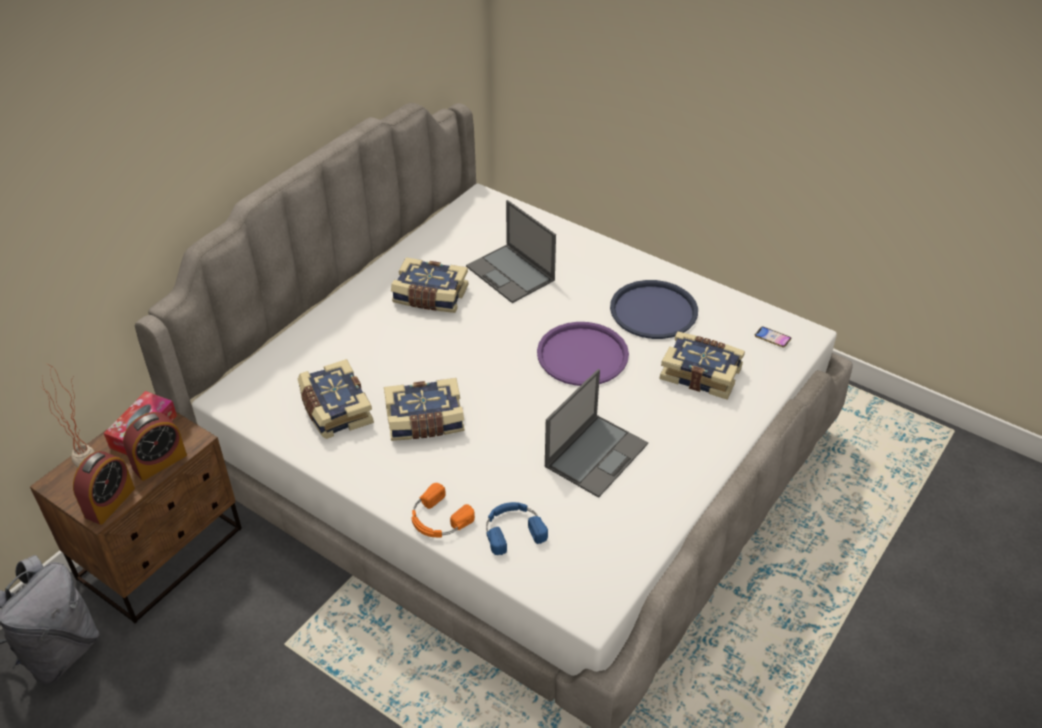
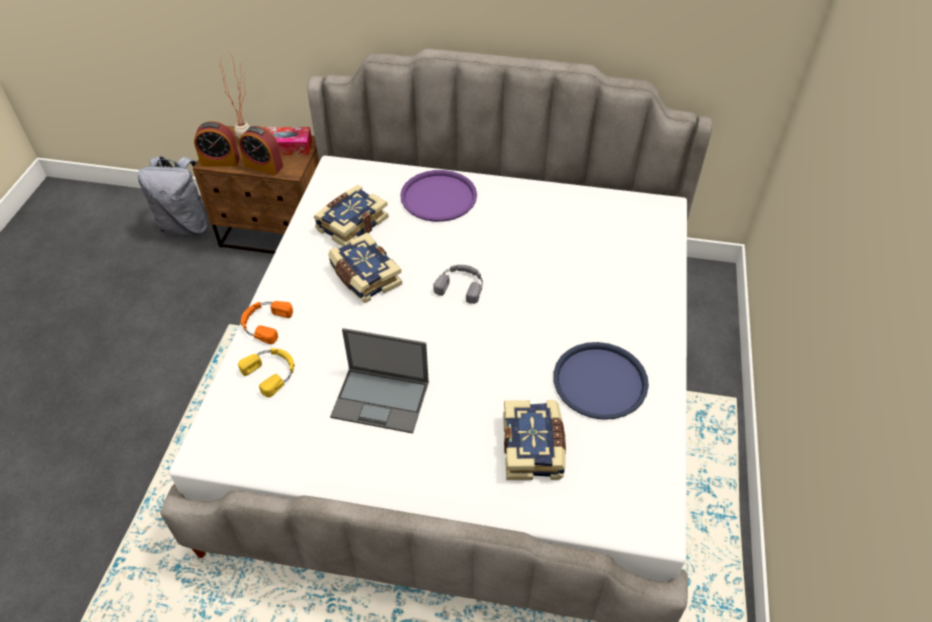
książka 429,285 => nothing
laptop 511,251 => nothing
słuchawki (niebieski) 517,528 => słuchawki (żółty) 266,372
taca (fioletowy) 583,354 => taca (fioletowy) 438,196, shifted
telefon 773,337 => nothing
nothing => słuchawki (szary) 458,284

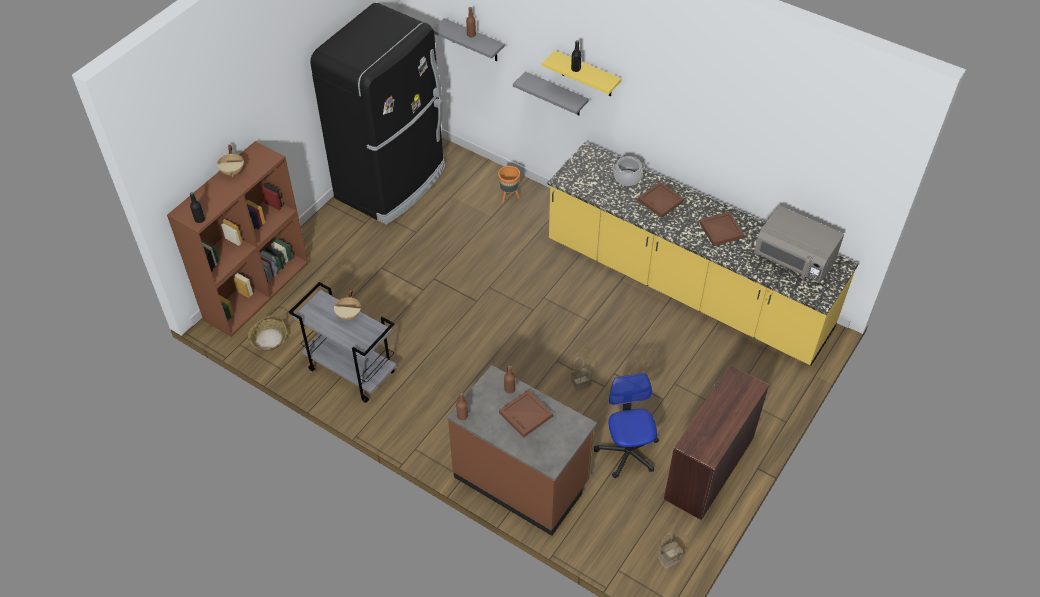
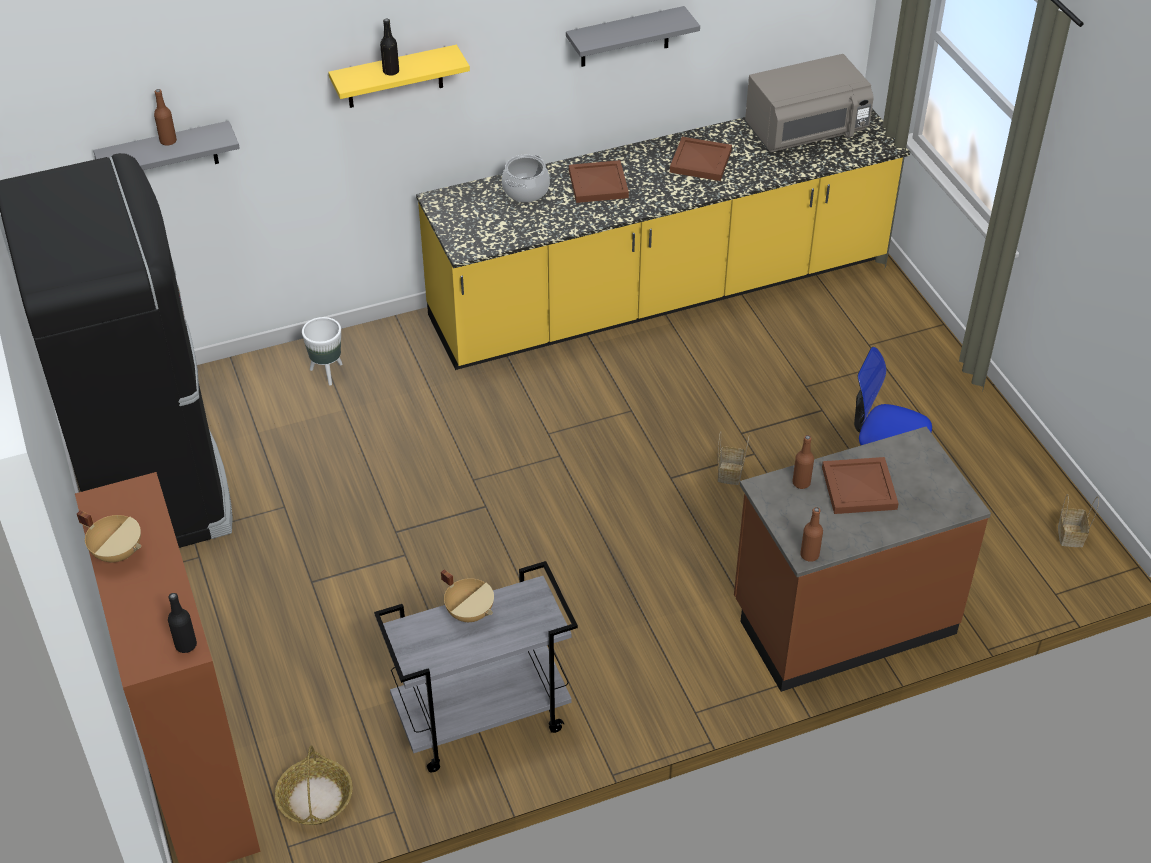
donica (pomarańczowy) 509,184 => donica (biały) 322,351
półka (szary) 551,93 => półka (szary) 633,36, shifted
biurko (brązowy) 716,442 => nothing

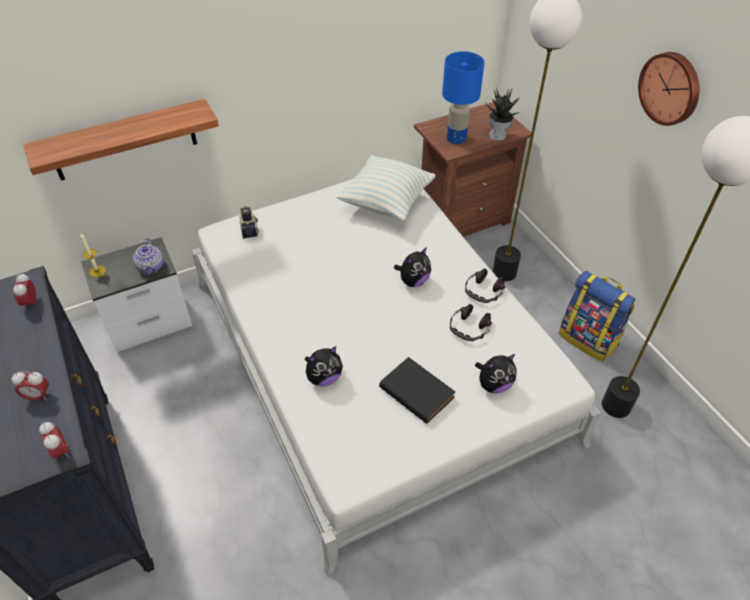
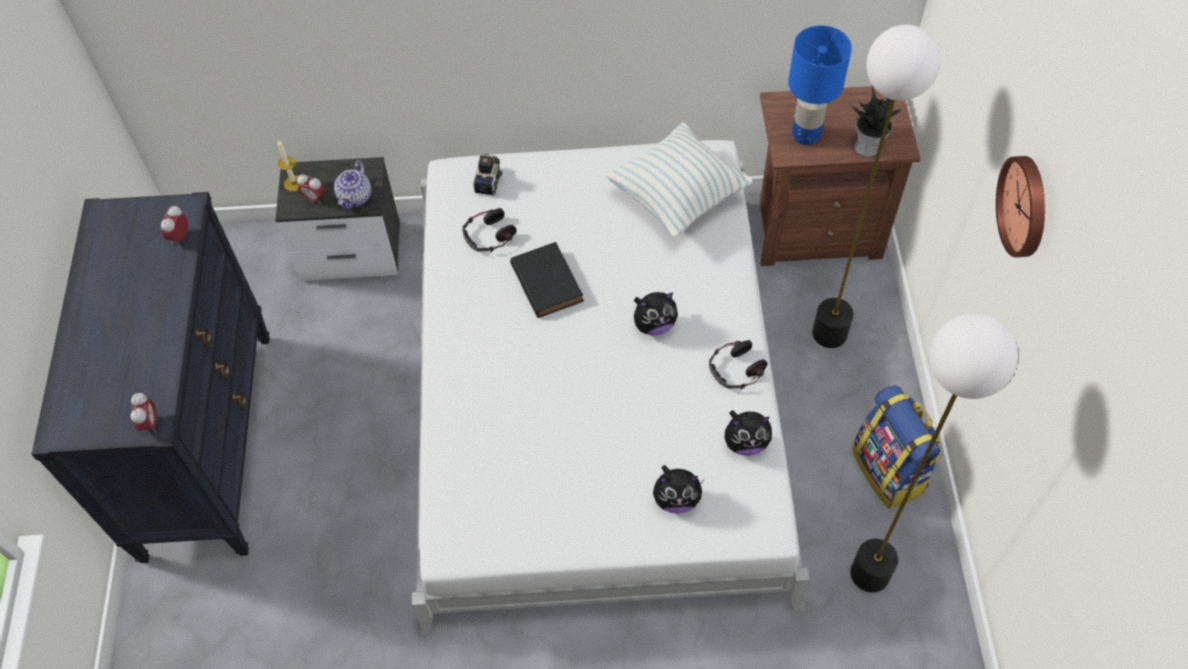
budzik 30,386 => budzik 311,189, shifted
półka 121,140 => nothing
pluszak 324,366 => pluszak 748,433, shifted
książka (czarny) 417,390 => książka (czarny) 547,280, shifted
słuchawki 471,322 => słuchawki 489,230, shifted

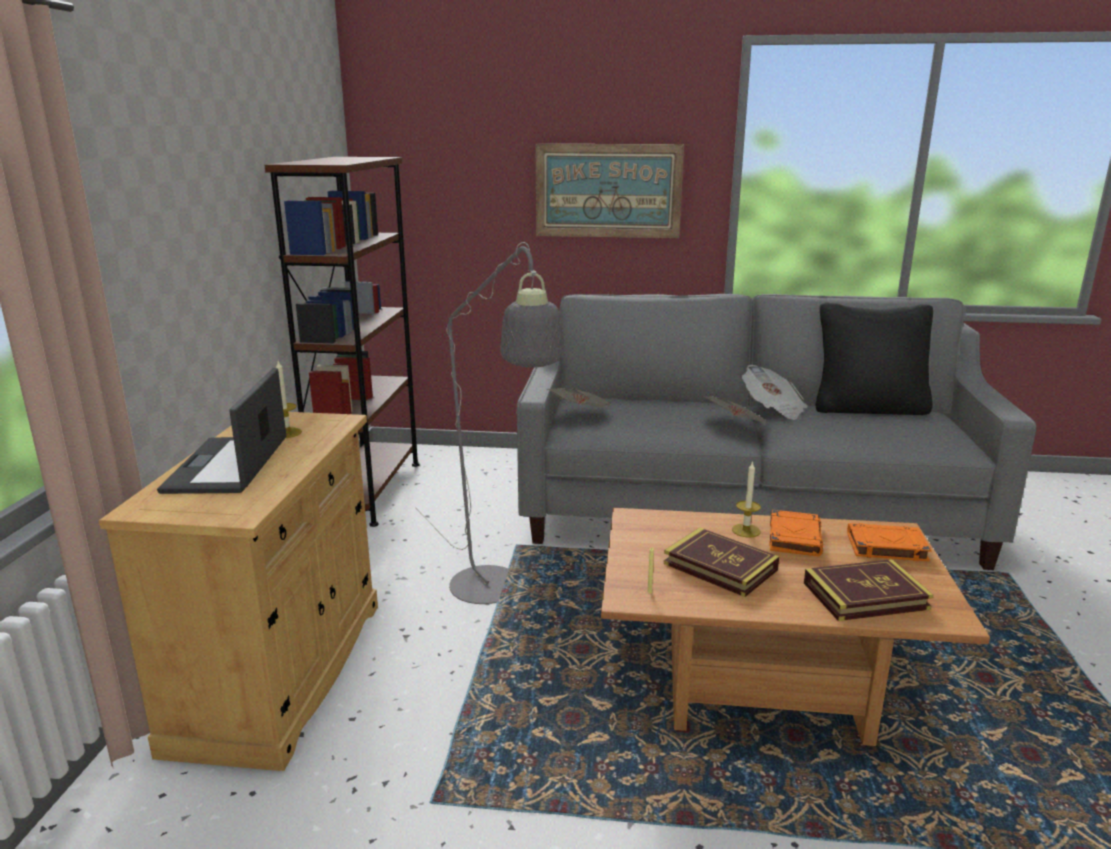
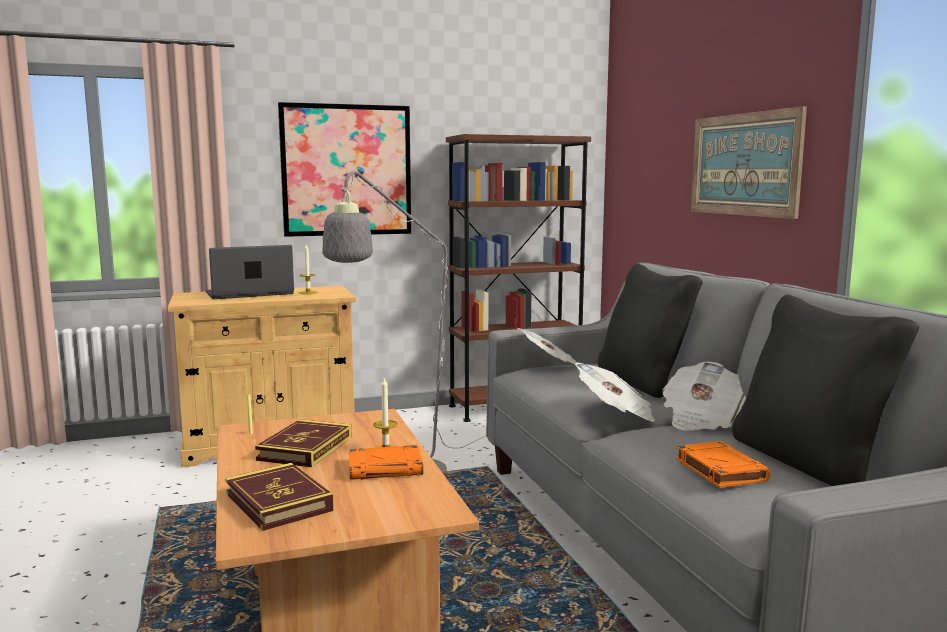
książka (pomarańczowy) 889,542 => książka (pomarańczowy) 723,464, shifted
nothing => obraz 344,169
nothing => poduszka (czarny) 650,330

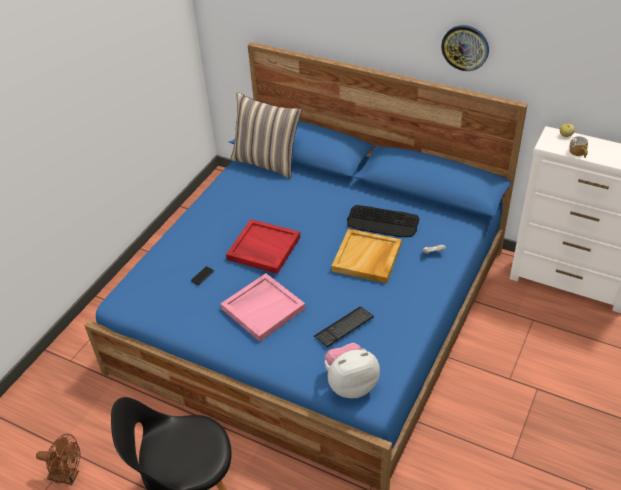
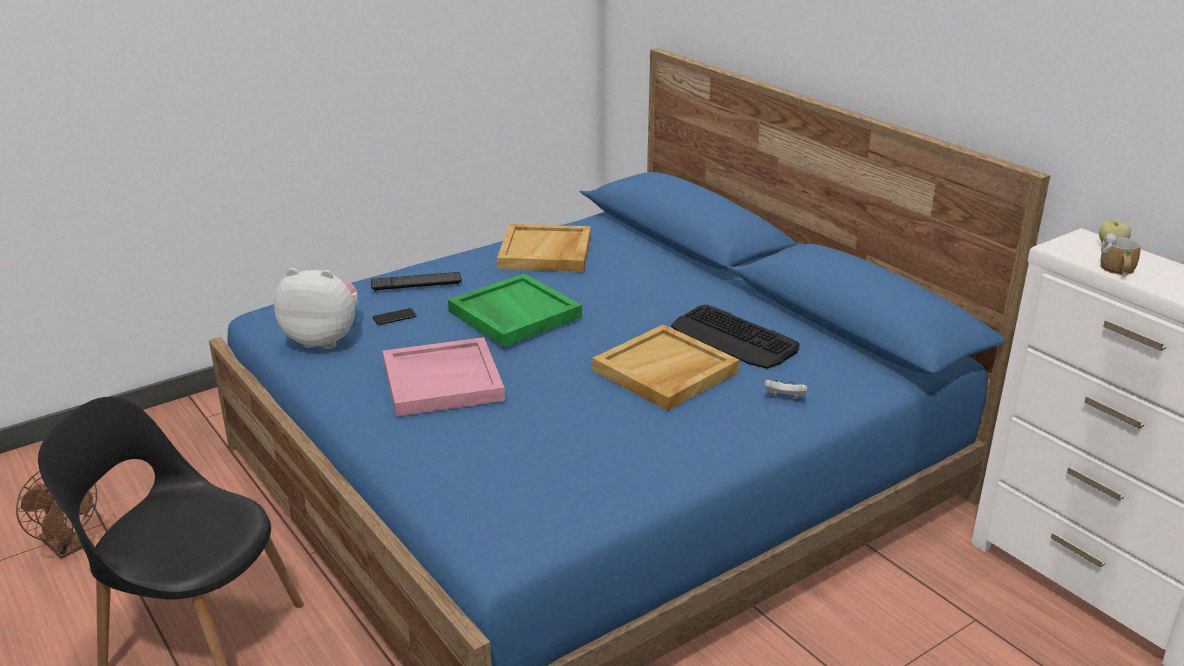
taca (czerwony) 263,246 => taca (zielony) 515,310
poduszka 265,135 => nothing
klawiatura 344,327 => klawiatura 416,282, shifted
pluszak 352,371 => pluszak 316,308, shifted
zegar ścienny 465,48 => nothing
nothing => taca (beżowy) 544,248

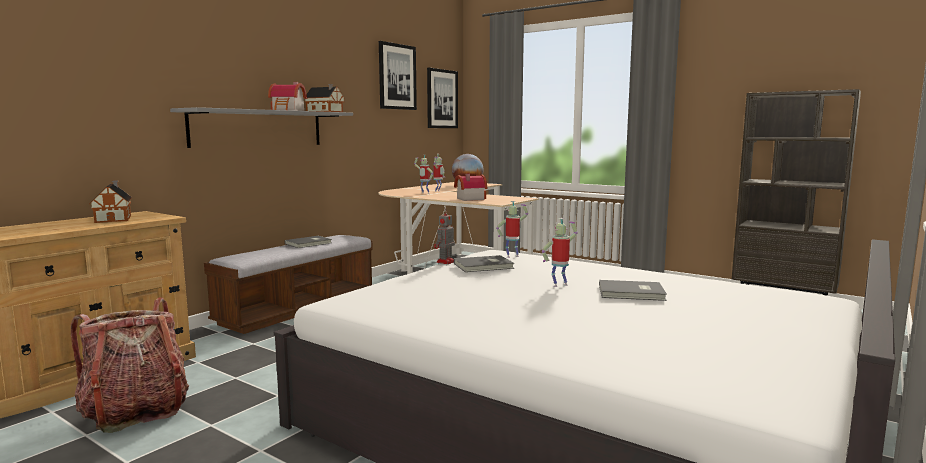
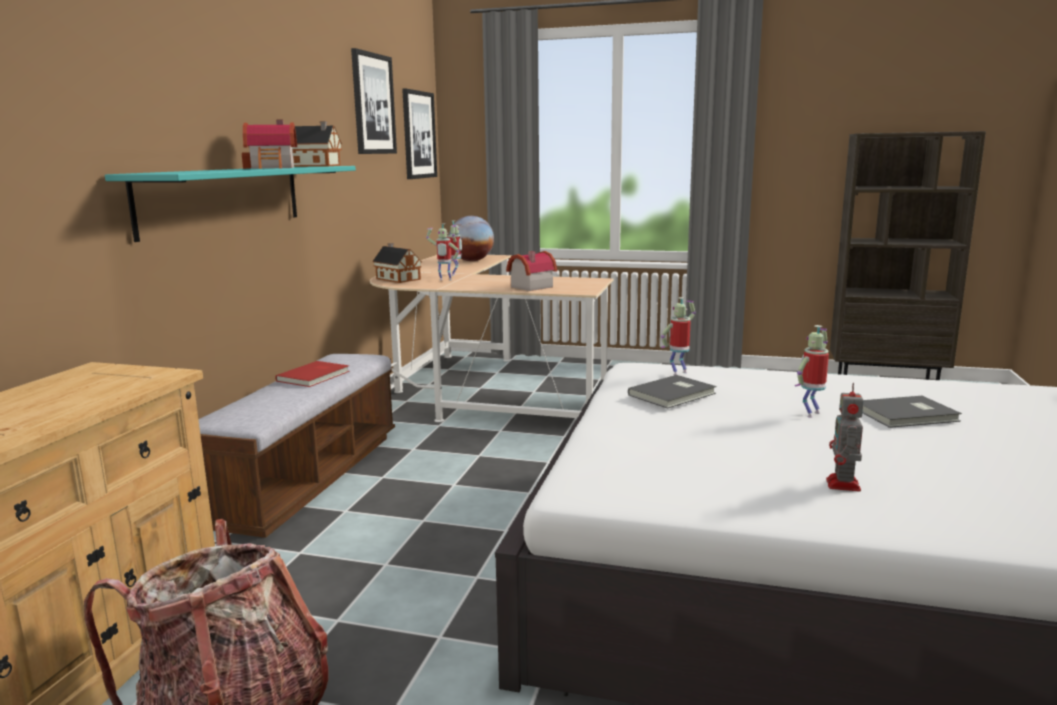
domek 110,201 => domek 397,263, shifted
półka (szary) 261,127 => półka (turkusowy) 230,204
książka (szary) 308,242 => książka (czerwony) 312,374
robot zabawkowy 444,237 => robot zabawkowy 845,437, shifted

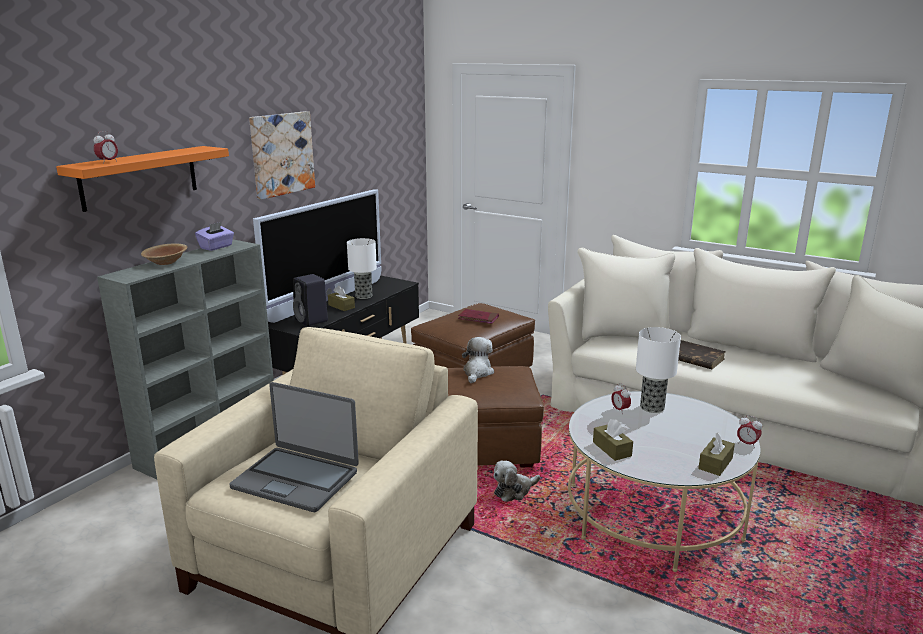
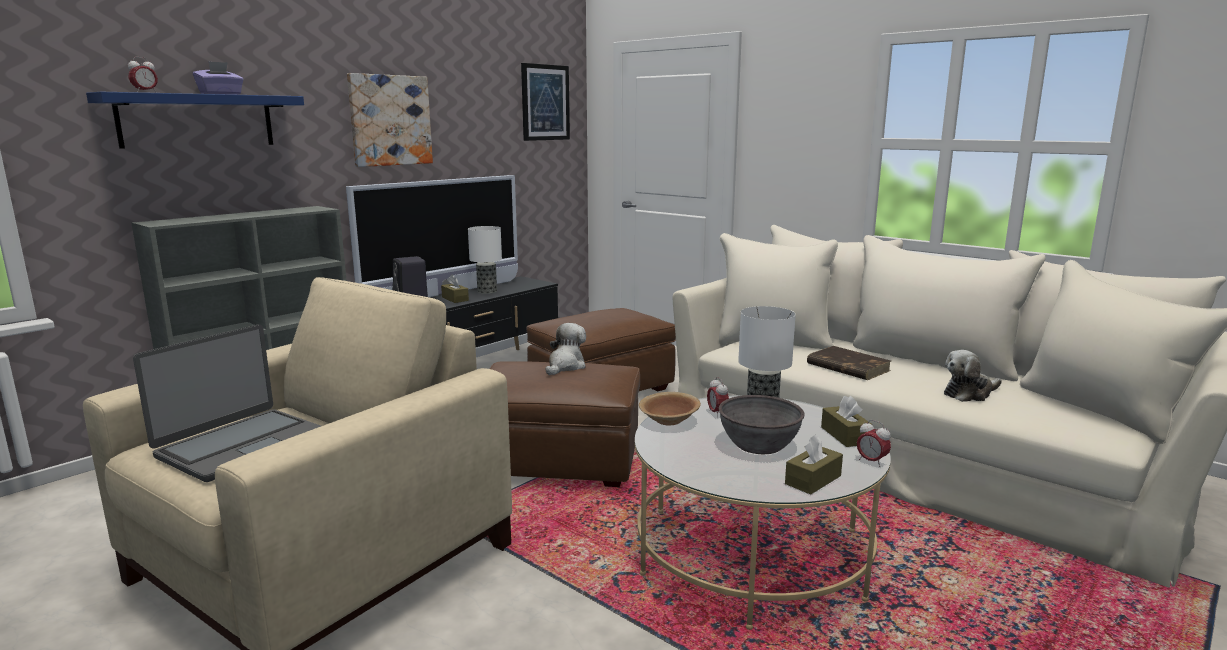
półka (pomarańczowy) 142,179 => półka (niebieski) 195,120
miska (brązowy) 164,254 => miska (brązowy) 670,408, shifted
pudełko chusteczek (fioletowy) 214,236 => pudełko chusteczek (fioletowy) 218,78, shifted
laptop 294,447 => laptop 227,403, 90 degrees counterclockwise
książka (czerwony) 478,316 => nothing
pluszak 516,481 => pluszak 973,376, shifted
pudełko chusteczek (brązowy) 613,440 => pudełko chusteczek (brązowy) 846,421, shifted
nothing => obraz 545,102
nothing => miska (szary) 762,424

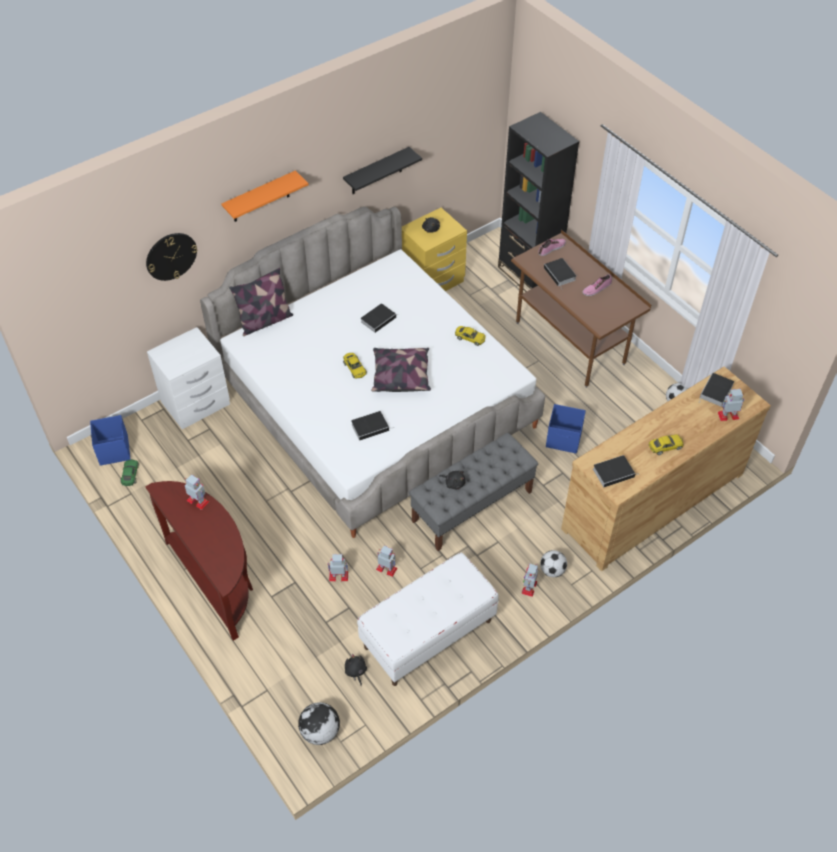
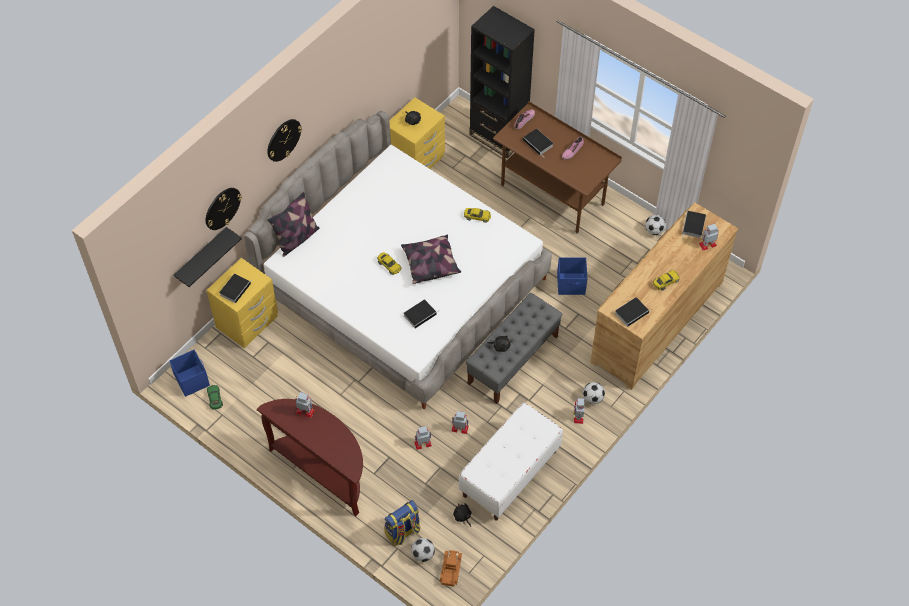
szafka nocna (biały) 188,378 => szafka nocna (żółty) 242,303
półka (pomarańczowy) 265,196 => zegar ścienny 284,140
globus 319,723 => ciężarówka zabawkowa 451,568
półka (czarny) 382,170 => półka (czarny) 208,257, shifted
książka 380,318 => książka 235,288, shifted
nothing => plecak 402,523
nothing => piłka futbolowa 423,550

